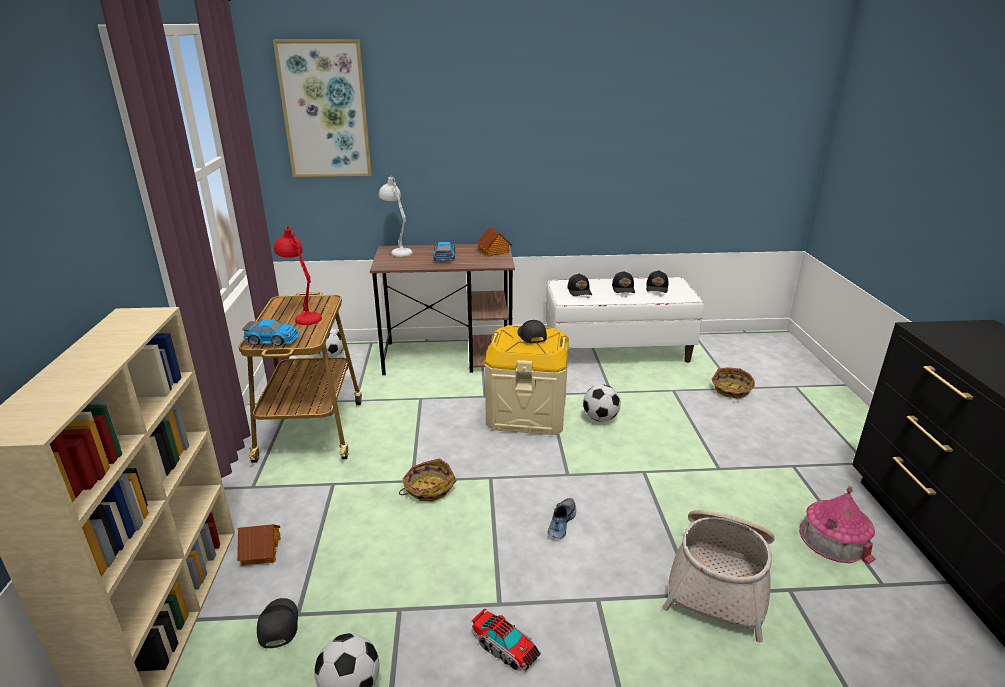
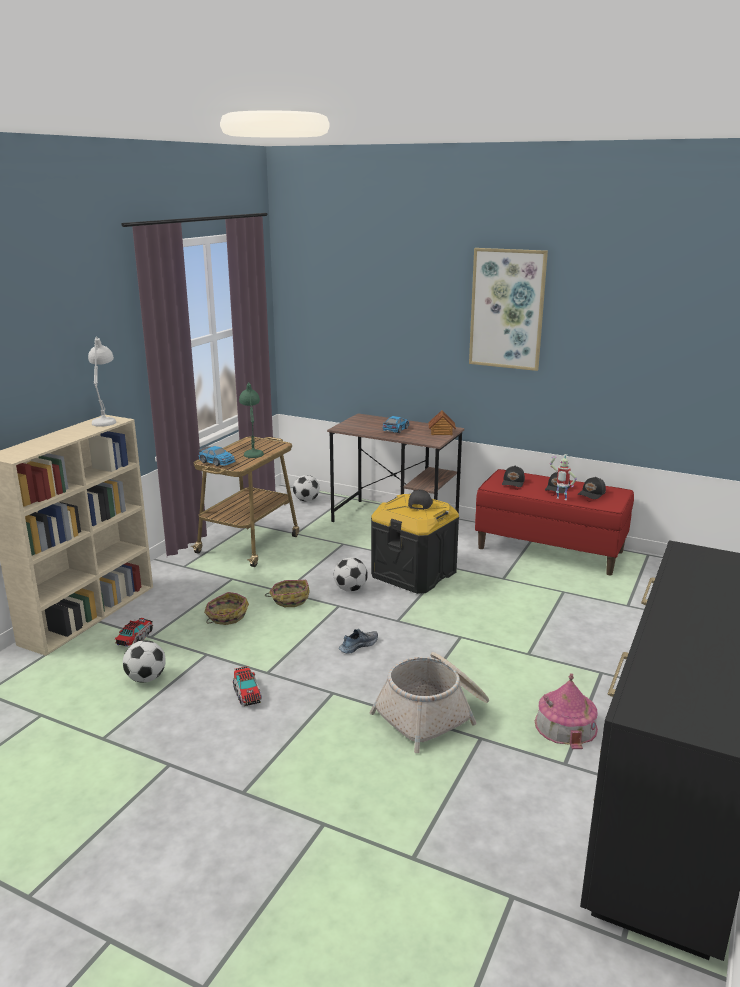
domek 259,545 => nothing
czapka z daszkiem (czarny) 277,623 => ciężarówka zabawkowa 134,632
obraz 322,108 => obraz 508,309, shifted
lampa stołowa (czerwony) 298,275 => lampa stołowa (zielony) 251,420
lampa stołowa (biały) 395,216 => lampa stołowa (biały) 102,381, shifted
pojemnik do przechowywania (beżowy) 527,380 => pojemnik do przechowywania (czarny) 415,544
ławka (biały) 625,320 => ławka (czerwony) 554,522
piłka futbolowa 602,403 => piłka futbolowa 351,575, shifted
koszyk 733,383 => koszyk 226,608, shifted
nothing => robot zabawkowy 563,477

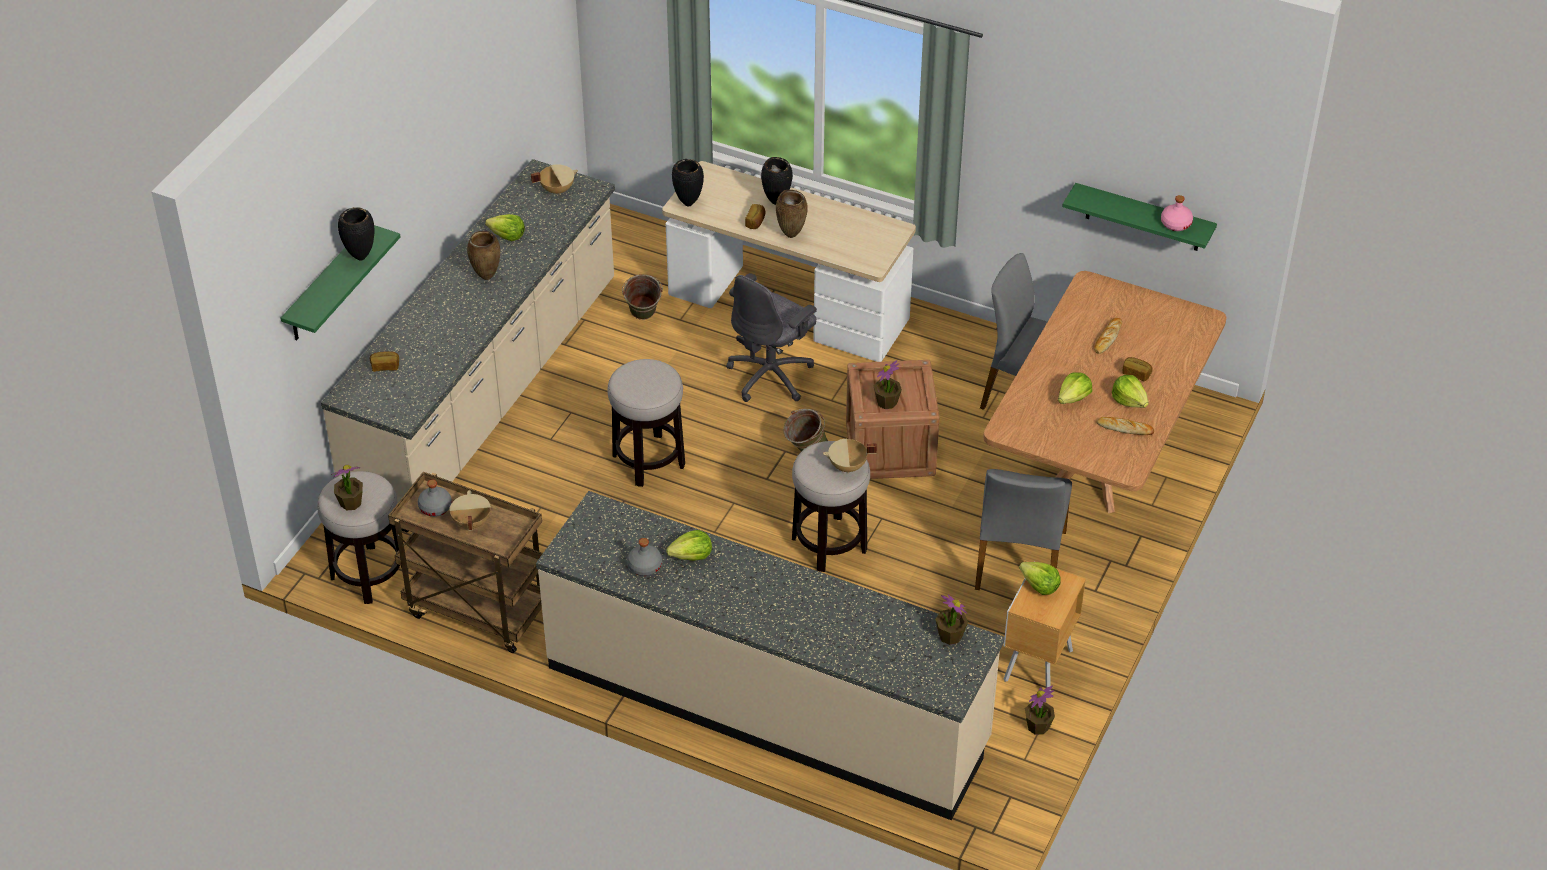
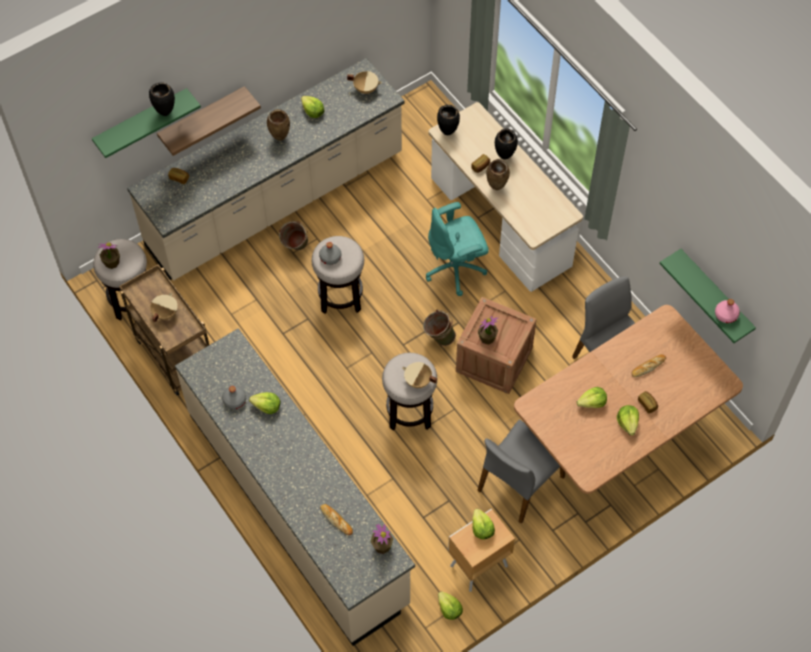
butelka (szary) 435,498 => butelka (szary) 330,253, shifted
wiadro (zielony) 642,297 => wiadro (zielony) 293,235, shifted
krzesło biurowe (szary) 771,337 => krzesło biurowe (turkusowy) 457,249
roślina doniczkowa 1040,710 => sałata 450,605
chleb 1125,426 => chleb 336,519, shifted
nothing => półka 209,121

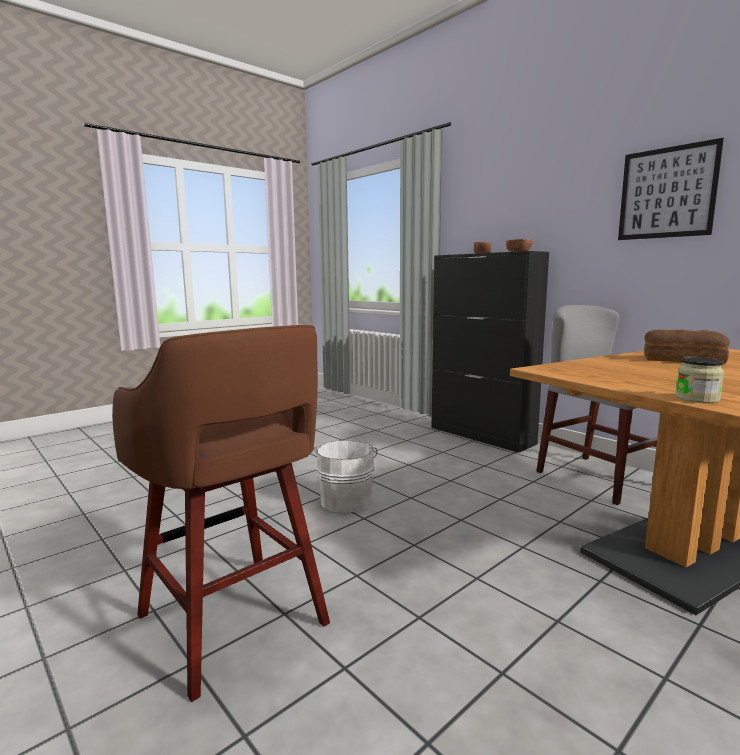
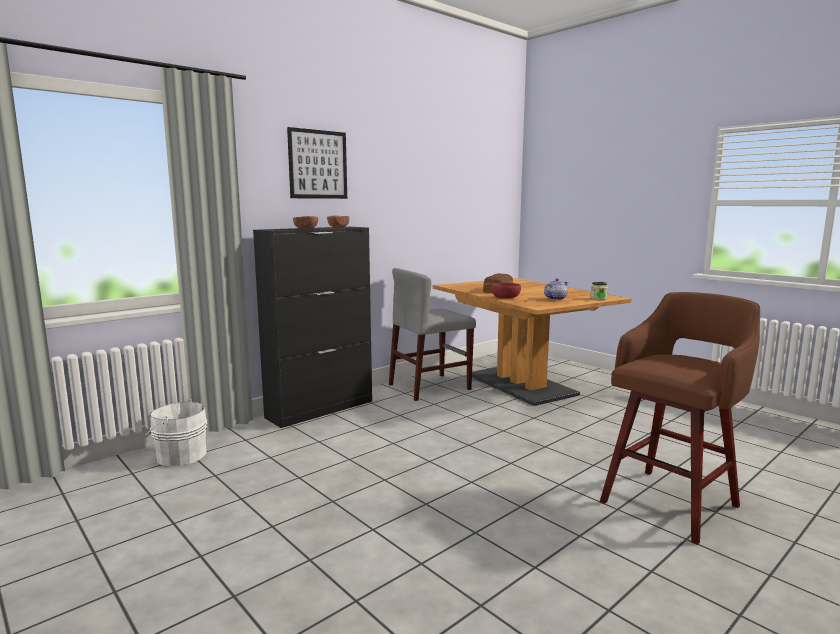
wiadro (biały) 346,476 => wiadro (biały) 176,432, shifted
obraz 671,189 => obraz 317,163, shifted
nothing => miska (czerwony) 506,291
nothing => imbryk 556,289

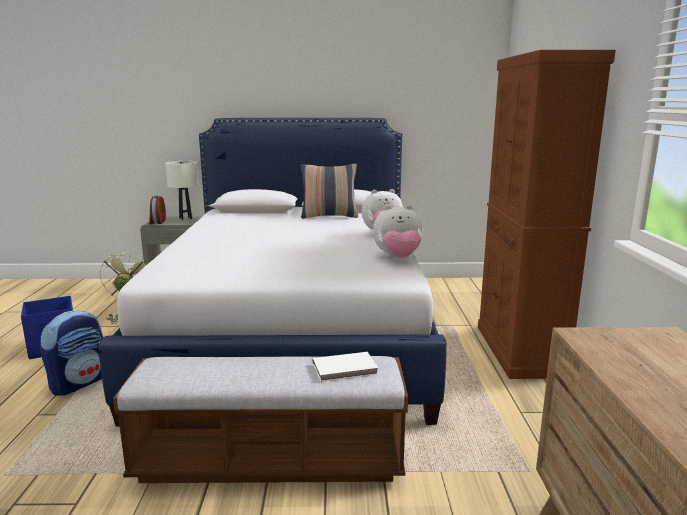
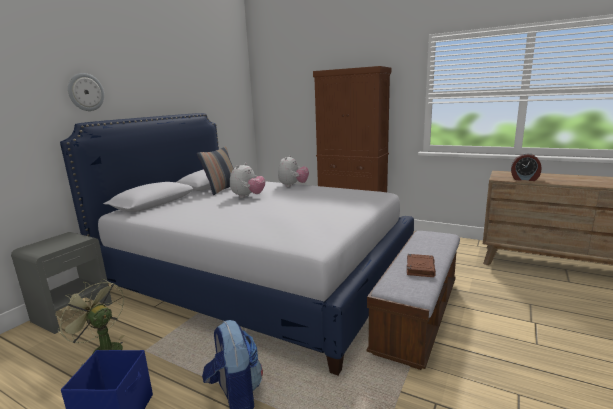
budzik 158,209 => budzik 526,167, shifted
lampa stołowa (biały) 181,190 => nothing
książka (biały) 345,367 => nothing
pluszak 397,231 => pluszak 247,180, shifted
nothing => zegar ścienny 86,92
nothing => książka (brązowy) 421,265

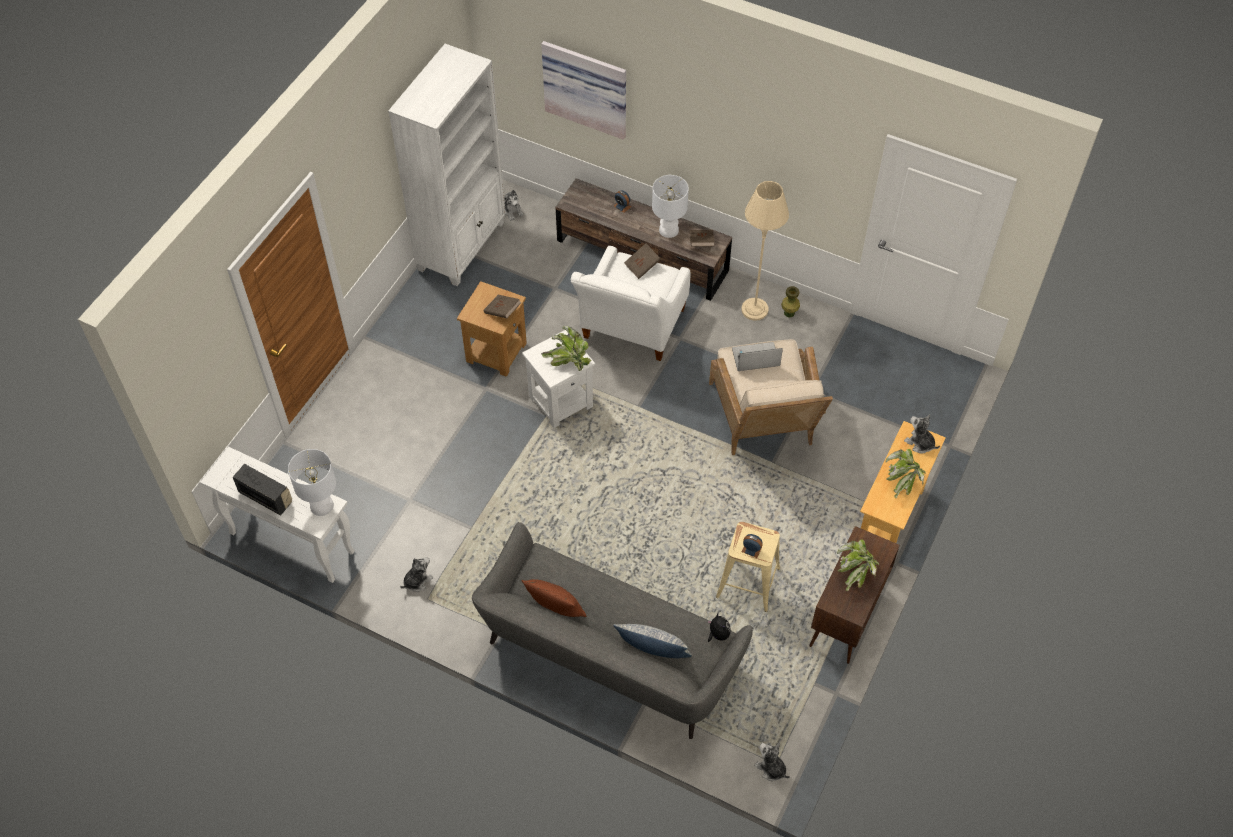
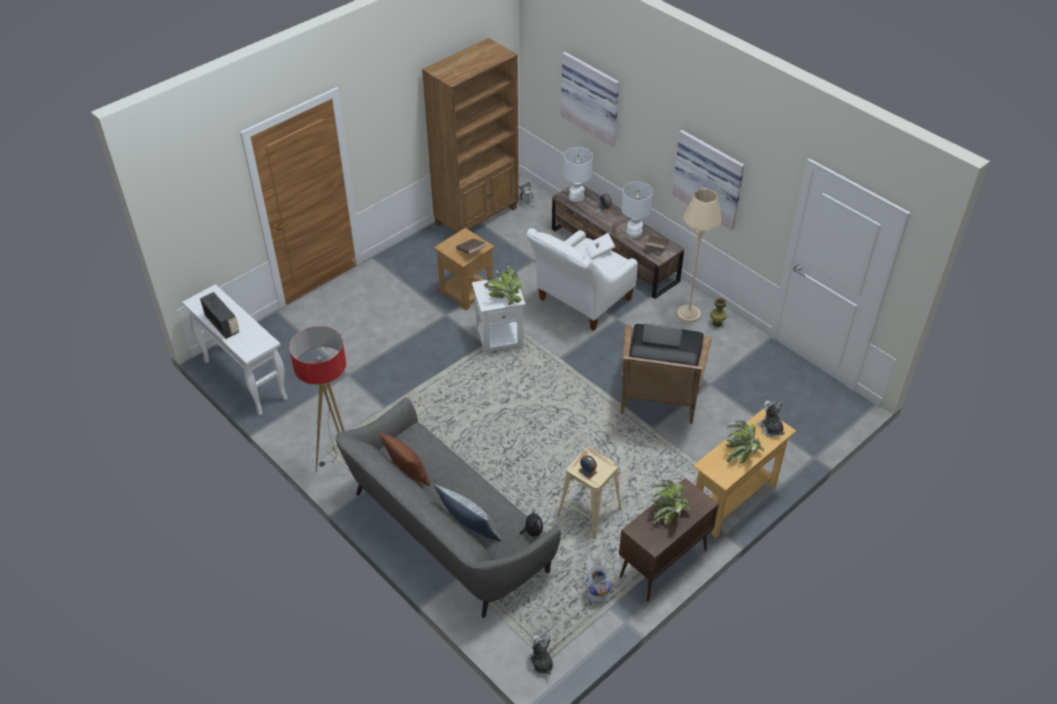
lampa stołowa (biały) 312,482 => lampa stołowa (biały) 578,174, shifted
regał (biały) 447,165 => regał (brązowy) 470,136
pluszak 416,574 => nothing
książka (brązowy) 642,261 => książka (biały) 600,246
fotel (beżowy) 771,397 => fotel (czarny) 666,374
nothing => lampa stojąca 317,399
nothing => wazon (biały) 598,583
nothing => obraz 708,180

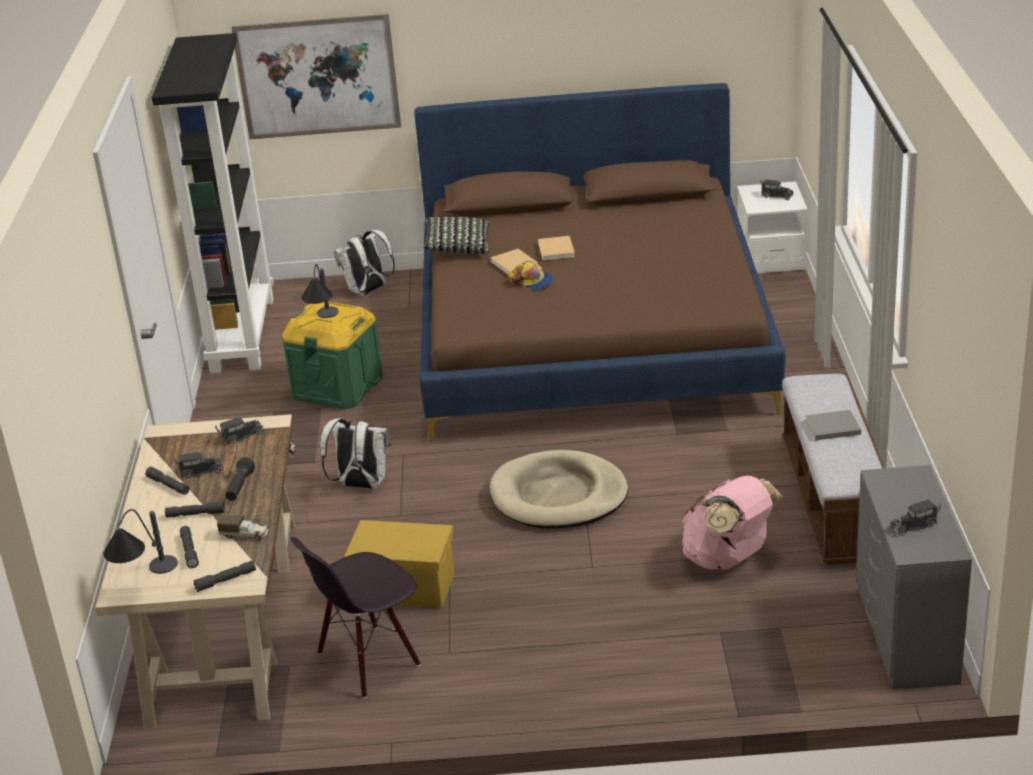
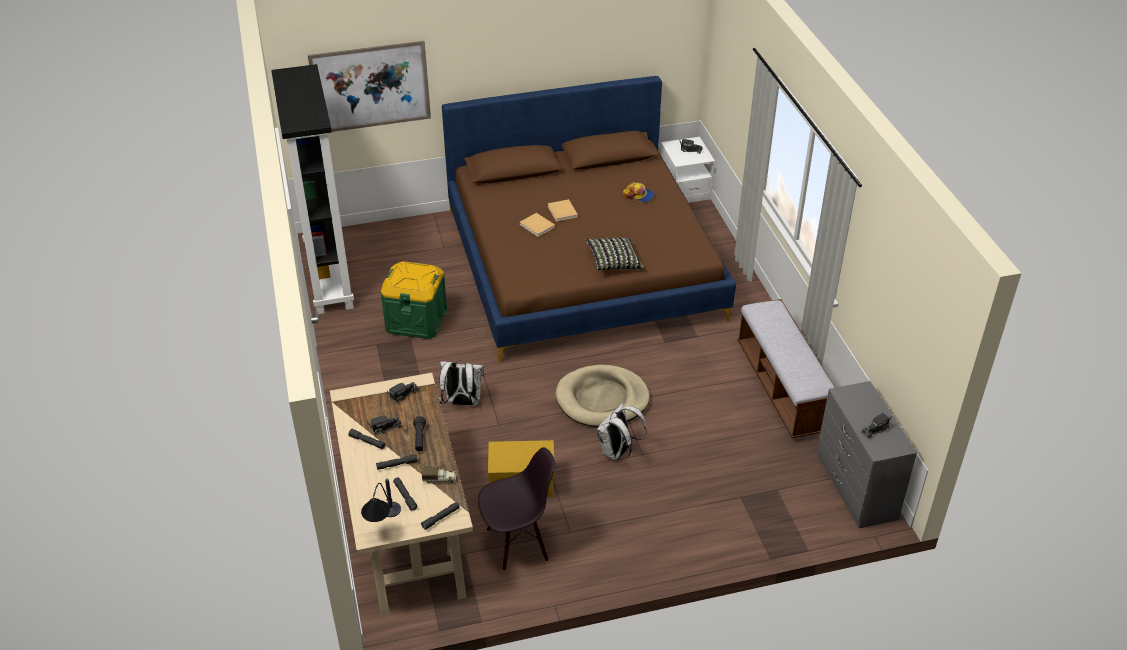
krzesło (czarny) 355,617 => krzesło (czarny) 516,509, 150 degrees counterclockwise
lampa stołowa 320,291 => nothing
plecak (biały) 364,263 => plecak (biały) 622,432, shifted
poduszka 457,235 => poduszka 614,254, shifted
czapka z daszkiem 531,275 => czapka z daszkiem 638,192, shifted
plecak (różowy) 732,523 => nothing
książka (szary) 833,425 => nothing

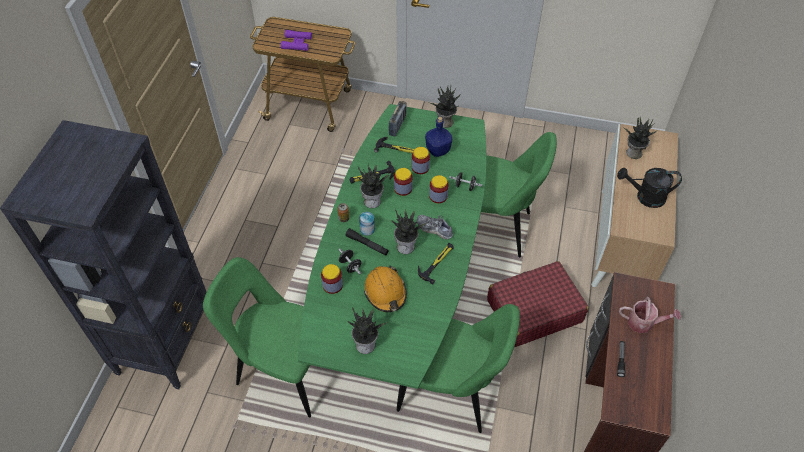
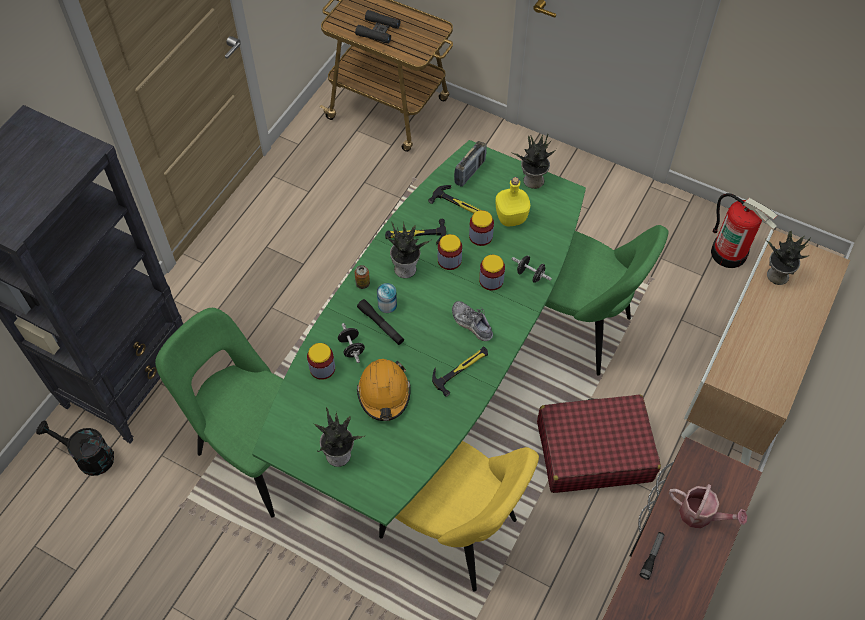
lornetka (fioletowy) 296,40 => lornetka (czarny) 378,27
roślina doniczkowa 409,231 => nothing
krzesło (zielony) 458,368 => krzesło (żółty) 459,516
butelka (niebieski) 438,137 => butelka (żółty) 512,201
konewka (czarny) 649,188 => konewka (czarny) 75,448, shifted
nothing => gaśnica 744,230

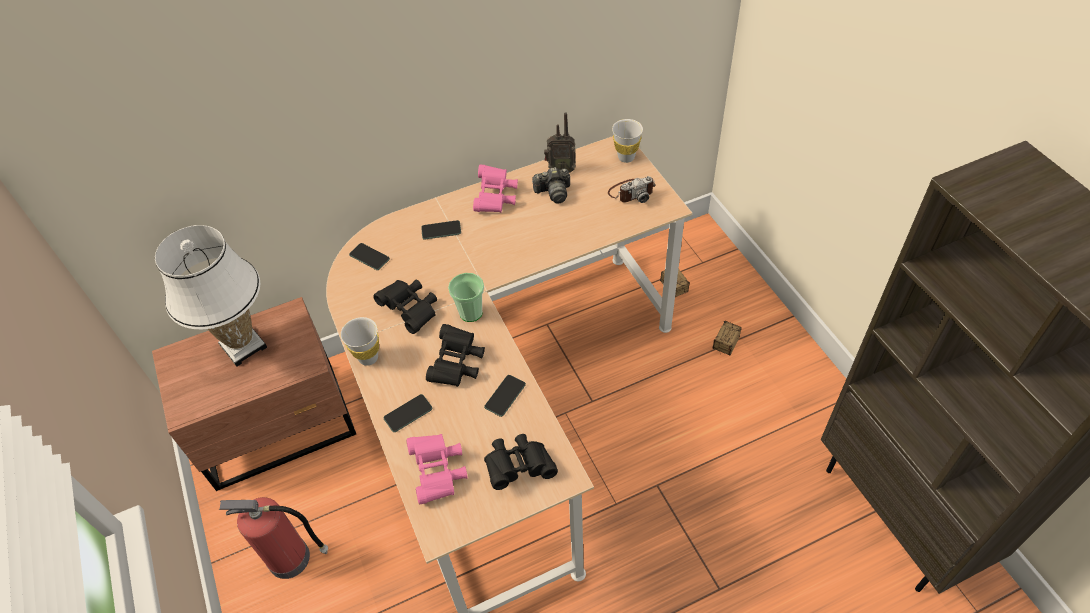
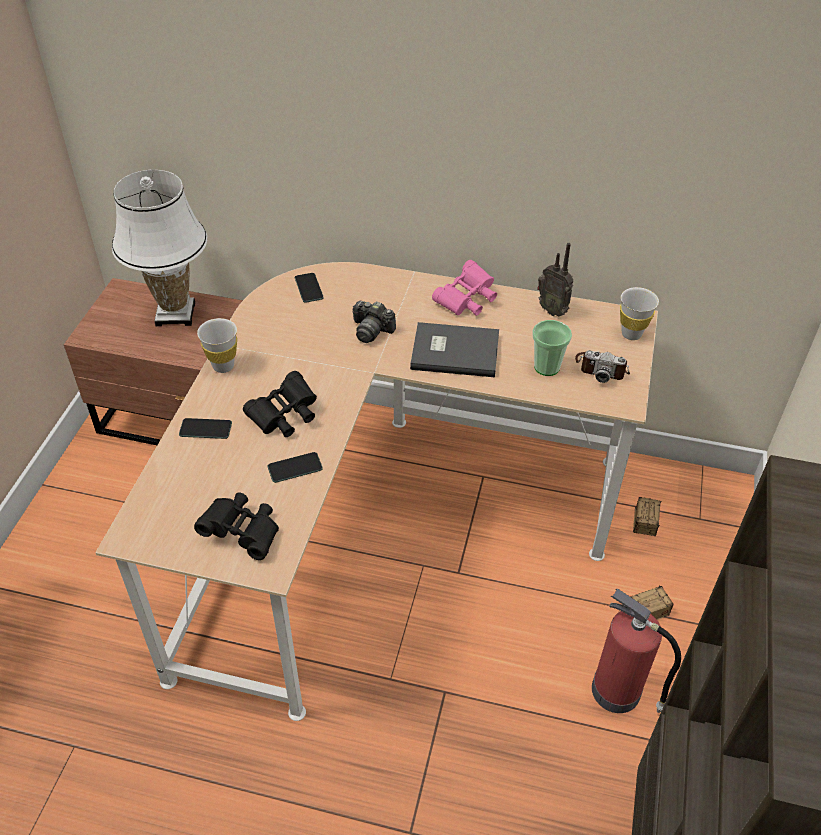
gaśnica 273,538 => gaśnica 636,651, shifted
lornetka (czarny) 405,307 => nothing
lornetka (różowy) 436,469 => nothing
telefon 441,229 => nothing
filiżanka 466,297 => filiżanka 552,348, shifted
aparat fotograficzny 551,185 => aparat fotograficzny 374,321, shifted
nothing => książka (szary) 454,349

